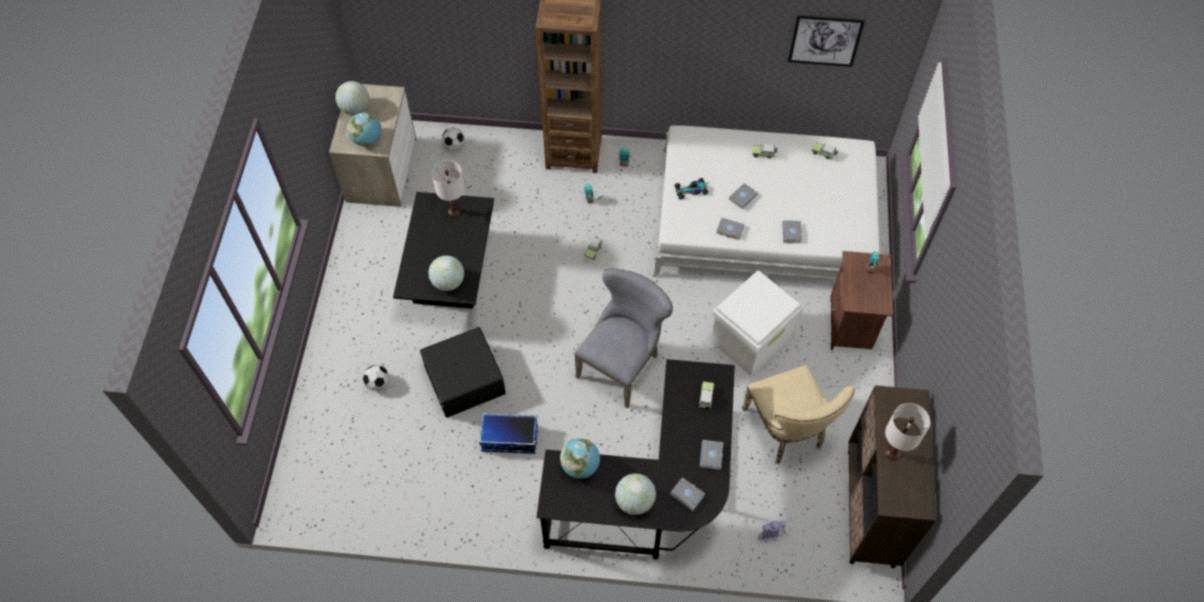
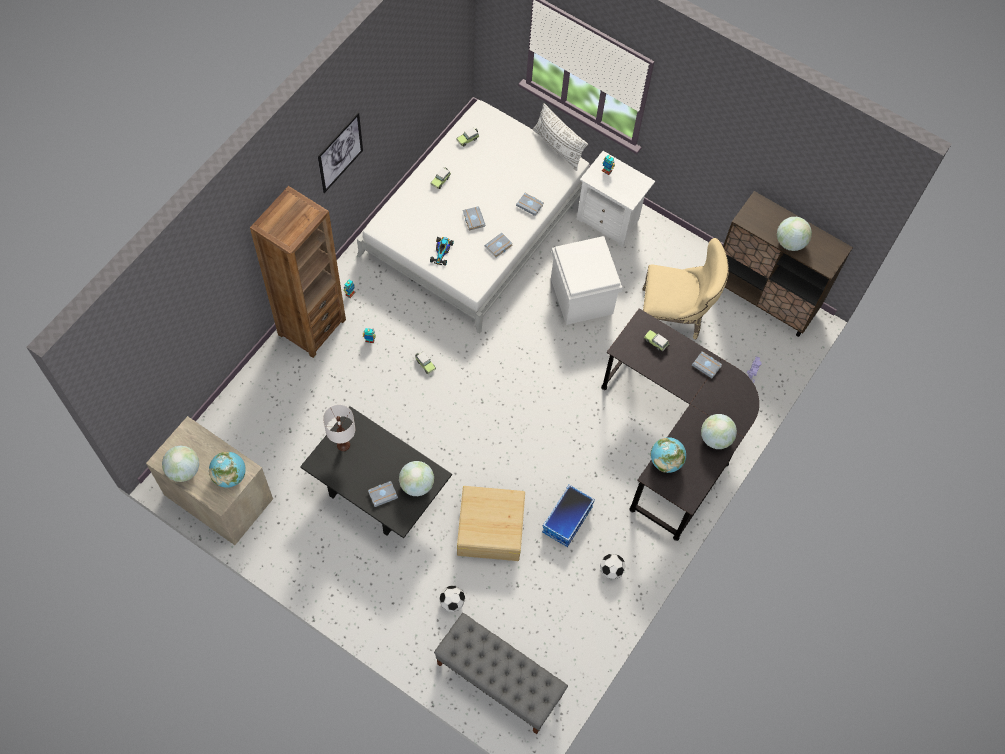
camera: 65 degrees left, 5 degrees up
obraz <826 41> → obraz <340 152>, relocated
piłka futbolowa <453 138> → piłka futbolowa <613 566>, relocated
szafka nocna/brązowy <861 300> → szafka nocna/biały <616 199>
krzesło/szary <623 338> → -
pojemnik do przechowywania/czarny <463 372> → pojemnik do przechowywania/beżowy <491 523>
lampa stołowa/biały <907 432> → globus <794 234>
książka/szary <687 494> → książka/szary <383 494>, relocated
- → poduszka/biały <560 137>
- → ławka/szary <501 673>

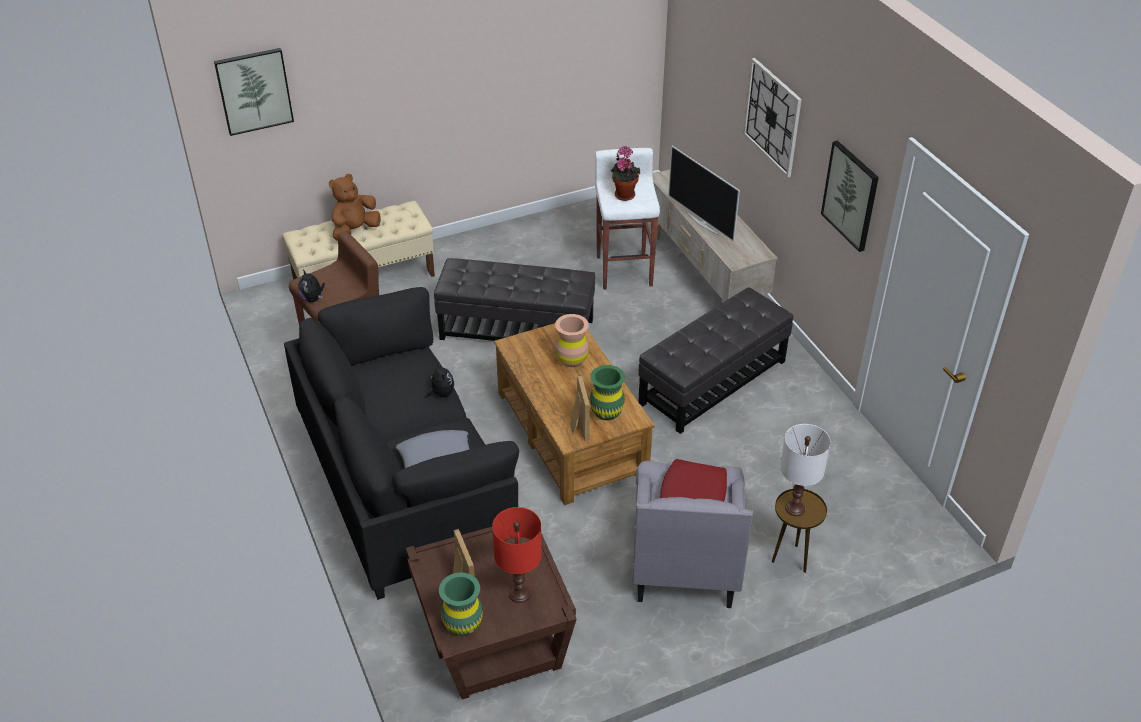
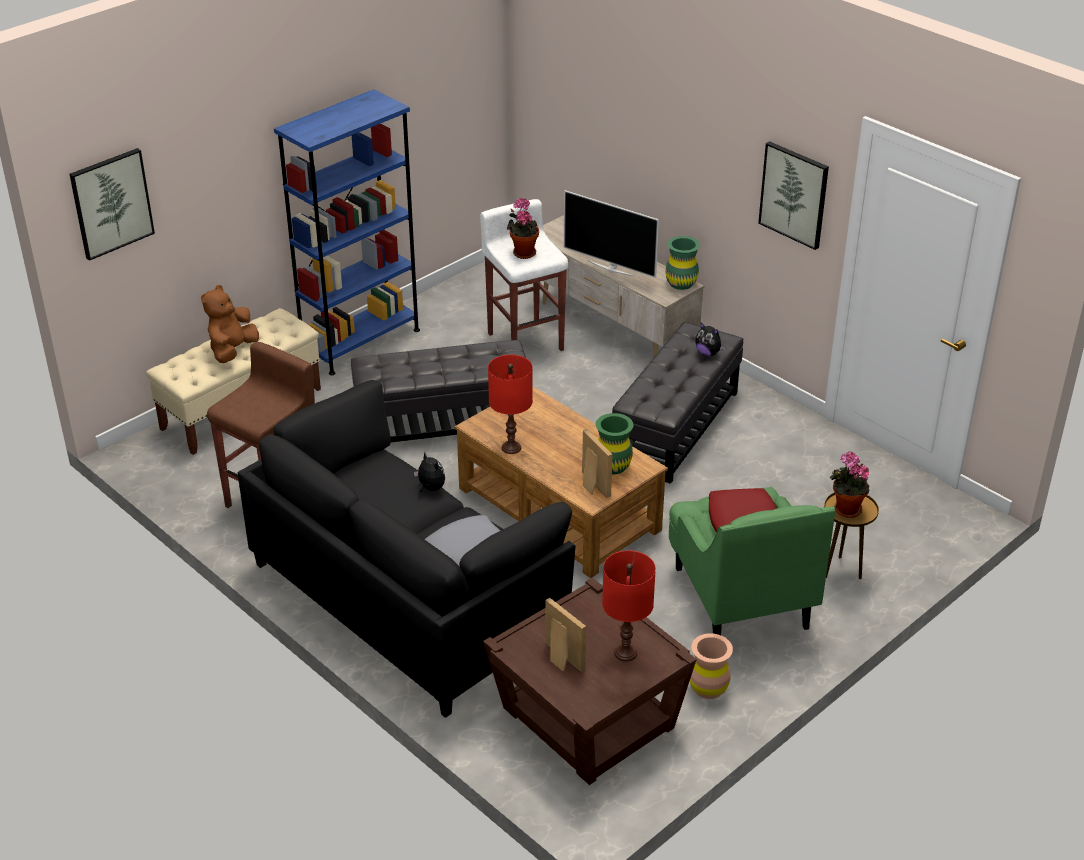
camera: 20 degrees left, 5 degrees down
zegar ścienny <772 118> → -
pluszak <311 285> → pluszak <710 339>, relocated
wazon/brązowy <572 340> → wazon/brązowy <711 666>, relocated
lampa stołowa/biały <805 470> → roślina doniczkowa <849 485>
fotel/szary <692 534> → fotel/zielony <752 561>
wazon/zielony <461 604> → wazon/zielony <682 263>, relocated
- → regał/niebieski <347 232>
- → lampa stołowa/czerwony <510 404>

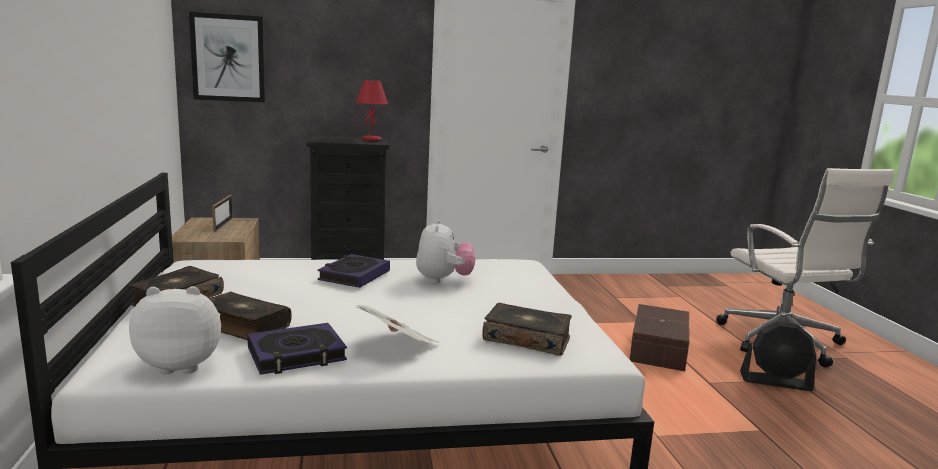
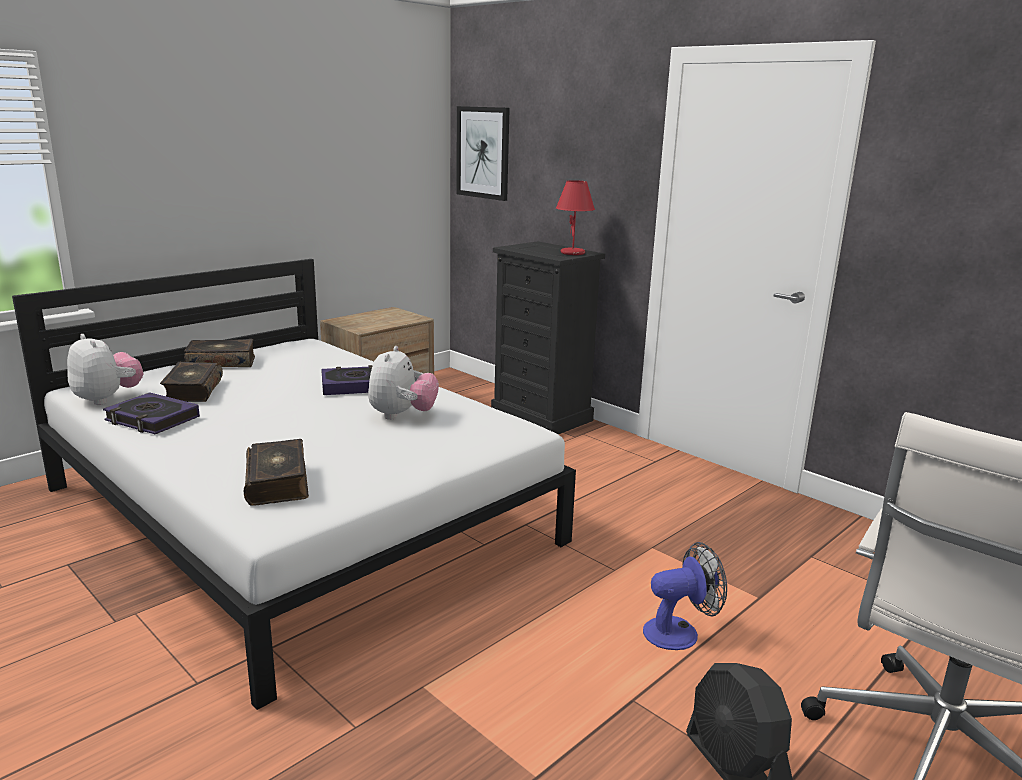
camera: 55 degrees right, 5 degrees up
ramka na zdjęcie <222 213> → -
pluszak <446 251> → pluszak <403 383>, 45 degrees counterclockwise
pojemnik do przechowywania/brązowy <659 337> → wentylator <685 596>
gazeta <397 324> → -

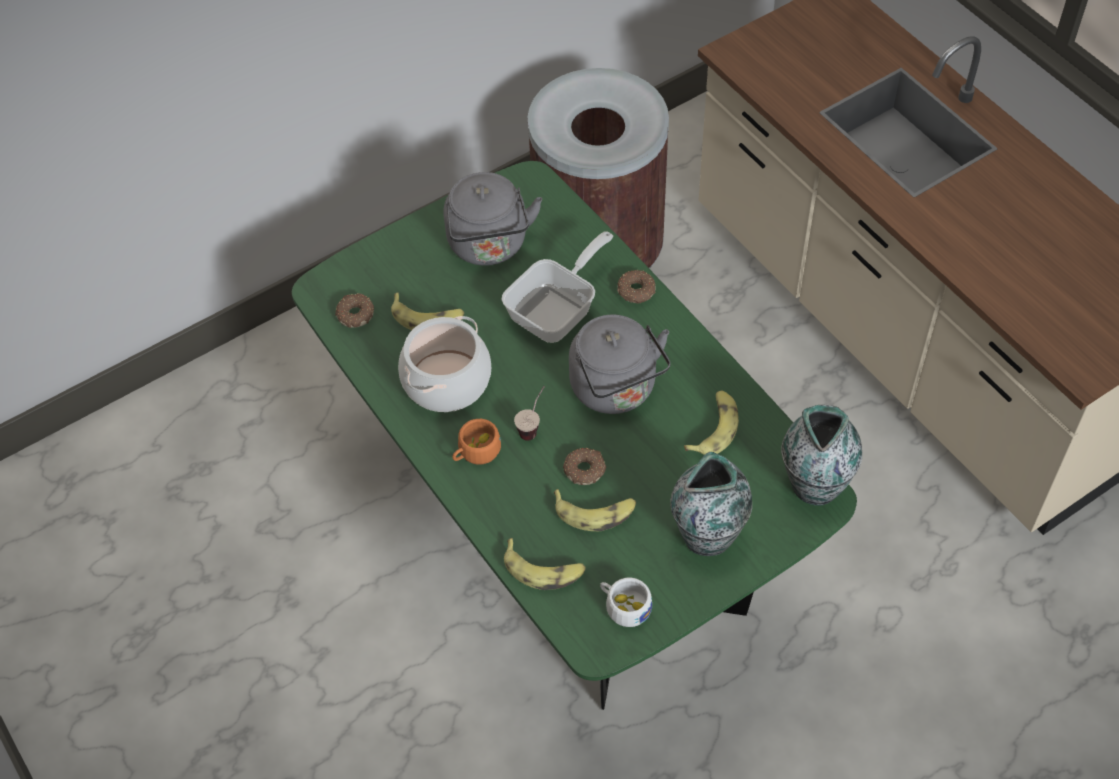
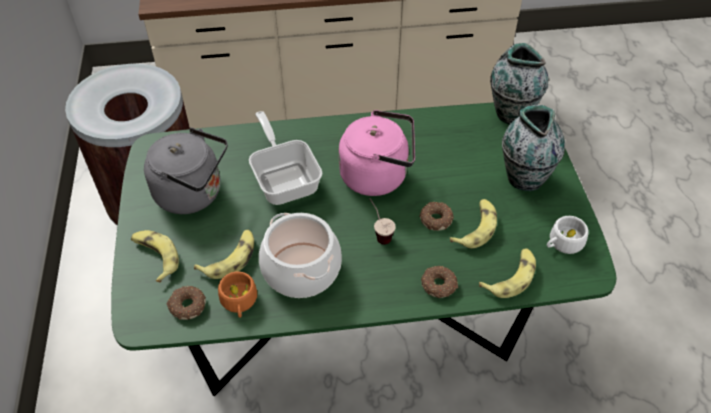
camera: 65 degrees left, 5 degrees down
donut <636 287> → donut <439 282>, relocated
czajnik/szary <620 364> → czajnik/różowy <377 153>
banan <711 423> → banan <155 256>, relocated
filiżanka/pomarańczowy <476 442> → filiżanka/pomarańczowy <237 294>, relocated

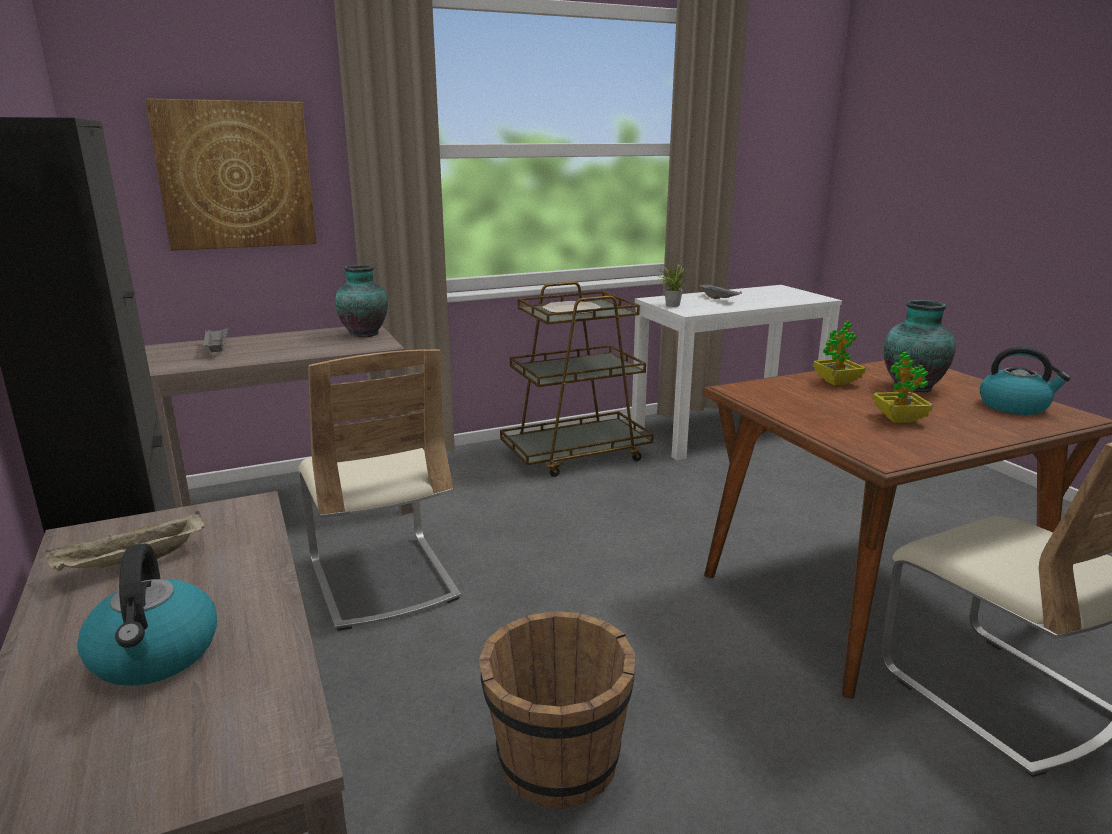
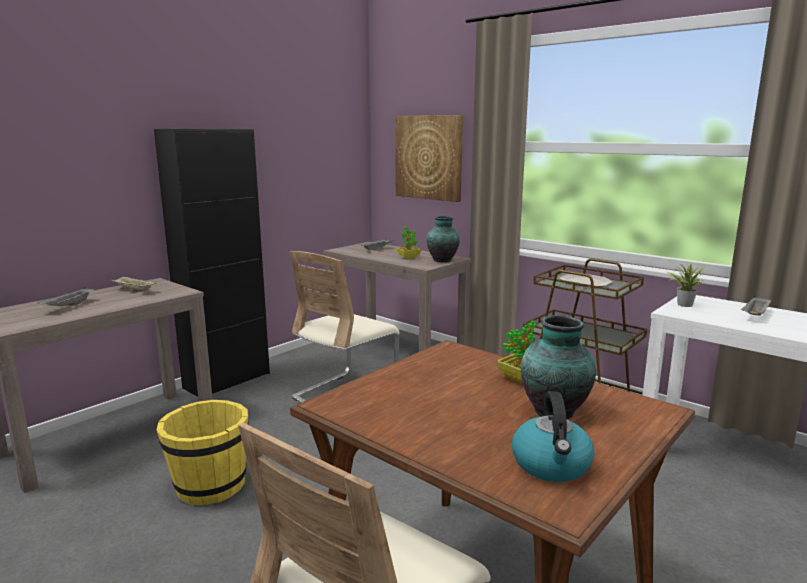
camera: 65 degrees right, 5 degrees down
roślina doniczkowa <902 387> → roślina doniczkowa <409 242>, relocated
czajnik <147 614> → taca/szary <66 296>
wiadro/brązowy <556 710> → wiadro/żółty <202 452>

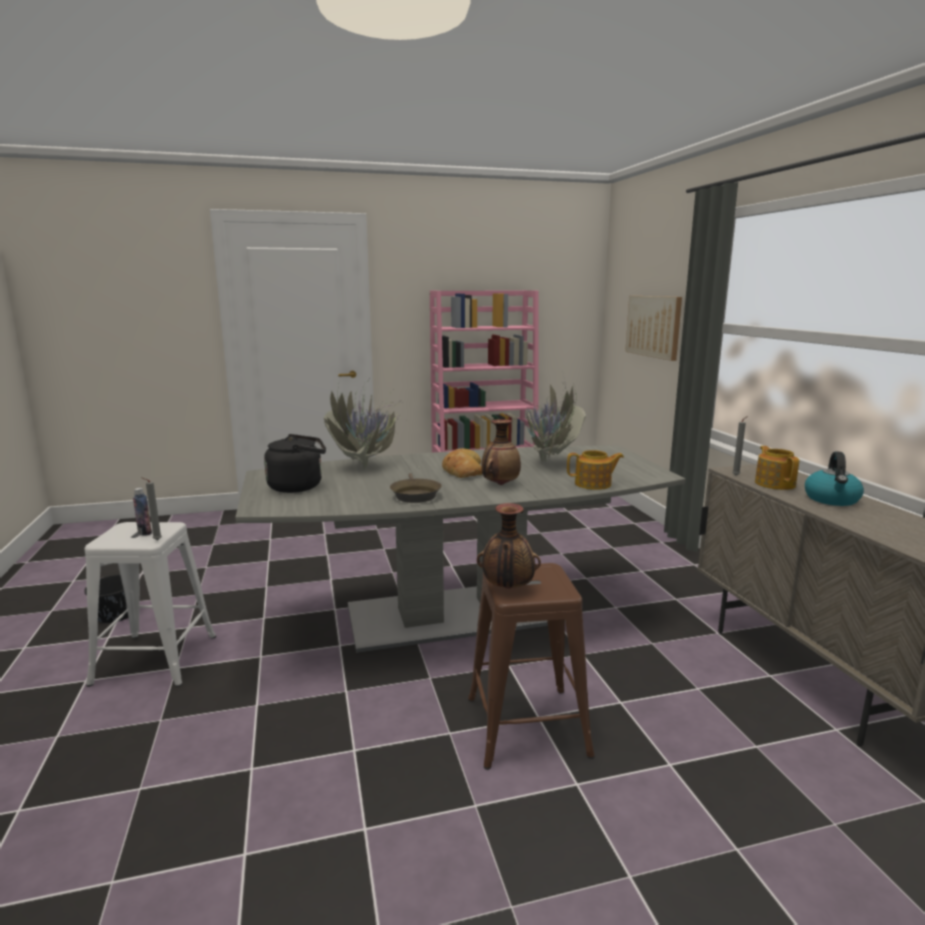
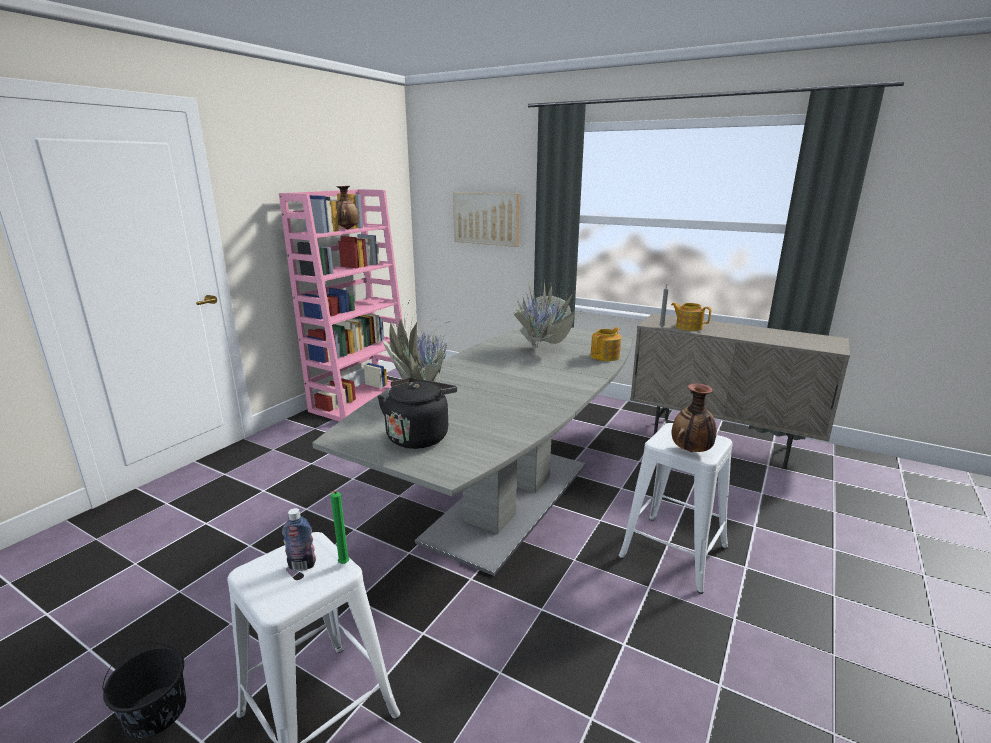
camera: 45 degrees left, 5 degrees up
wazon <501 452> → wazon <347 207>, relocated
chleb <462 463> → -
czajnik <834 478> → -
patelnia/brązowy <416 488> → -
świeca/szary <151 508> → świeca/zielony <339 527>
stołek/brązowy <531 666> → stołek/biały <675 508>

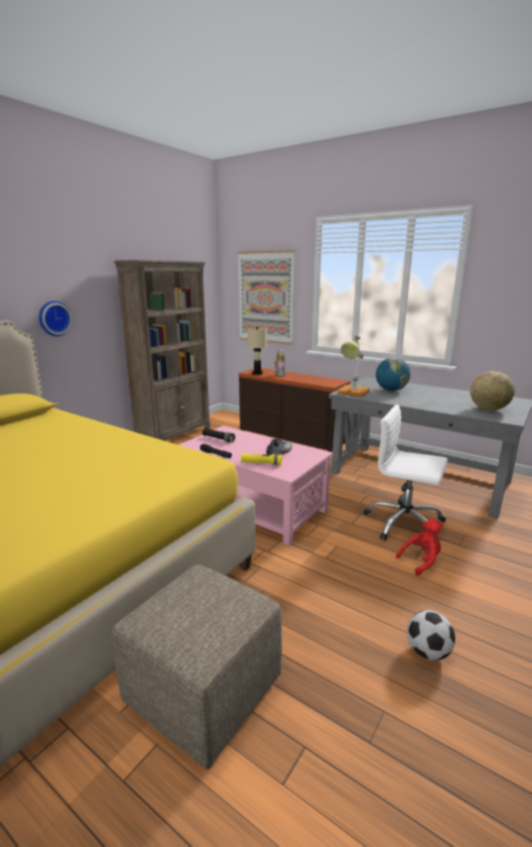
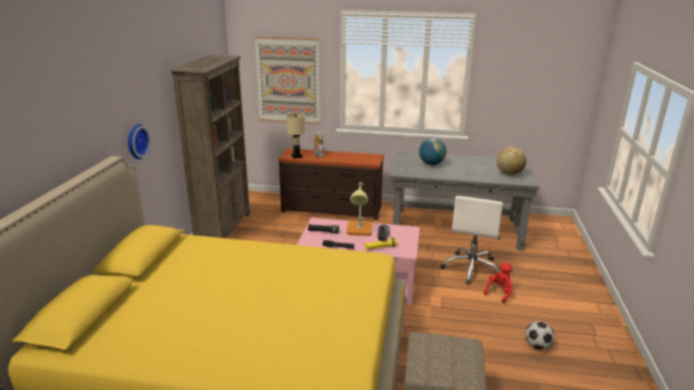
camera: 25 degrees left, 5 degrees up
lampa stołowa <354 366> → lampa stołowa <359 209>, relocated
krzesło biurowe/biały <405 473> → krzesło biurowe/biały <471 240>, 75 degrees counterclockwise

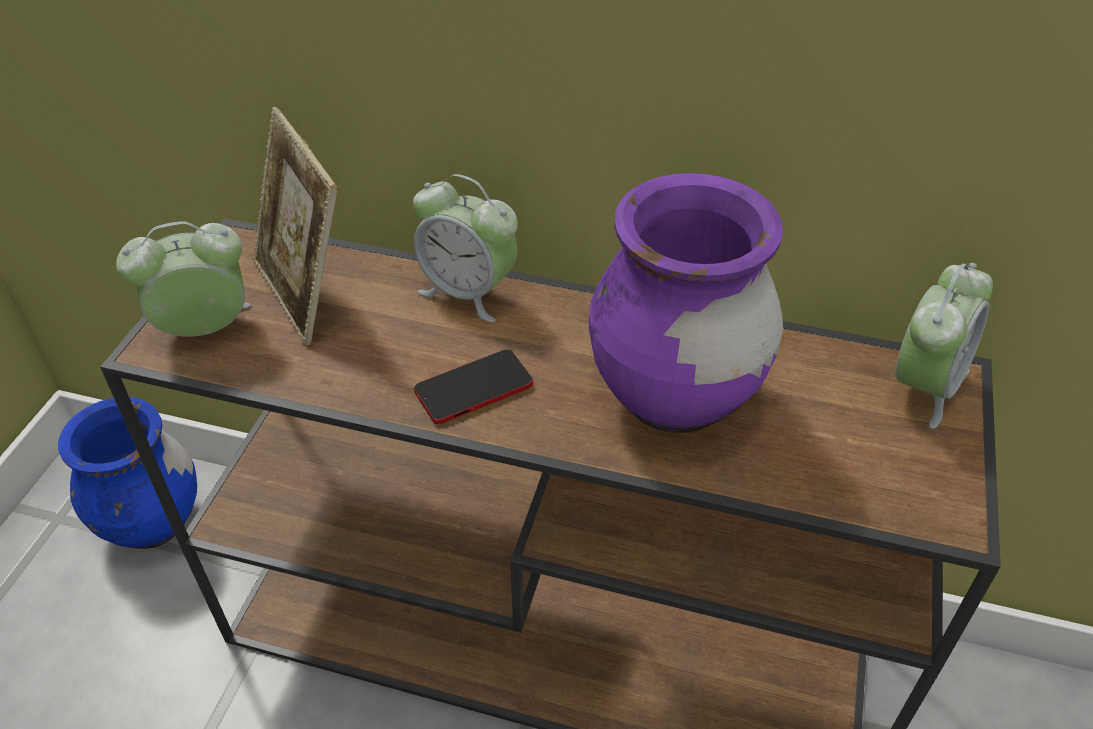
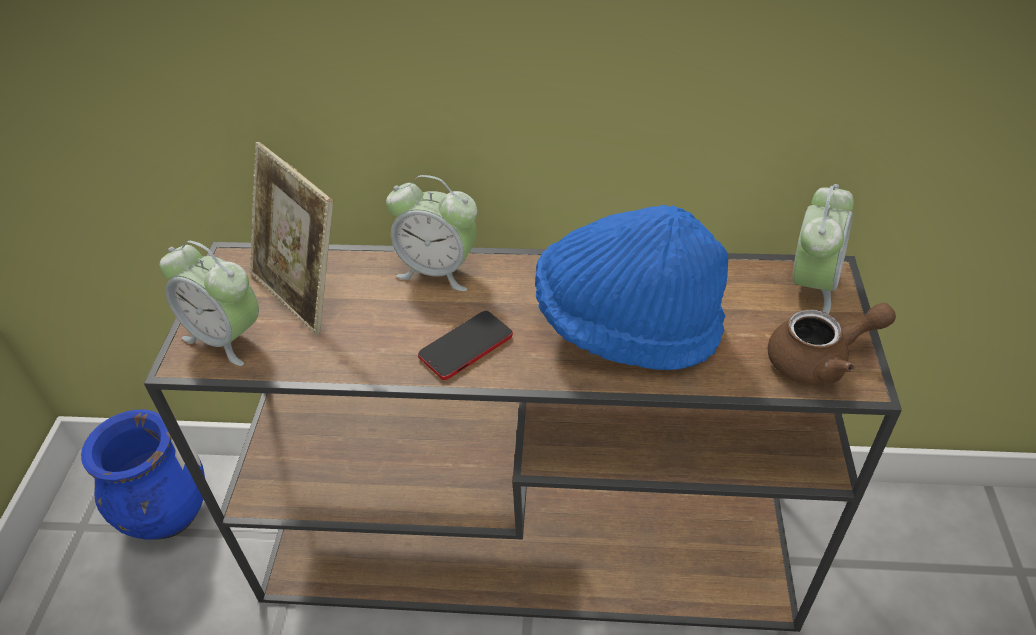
camera: 10 degrees left, 0 degrees up
wazon/fioletowy <686 303> → kapelusz/niebieski <631 287>
budzik <183 279> → budzik <209 303>, 120 degrees counterclockwise
- → imbryk/brązowy <832 343>

